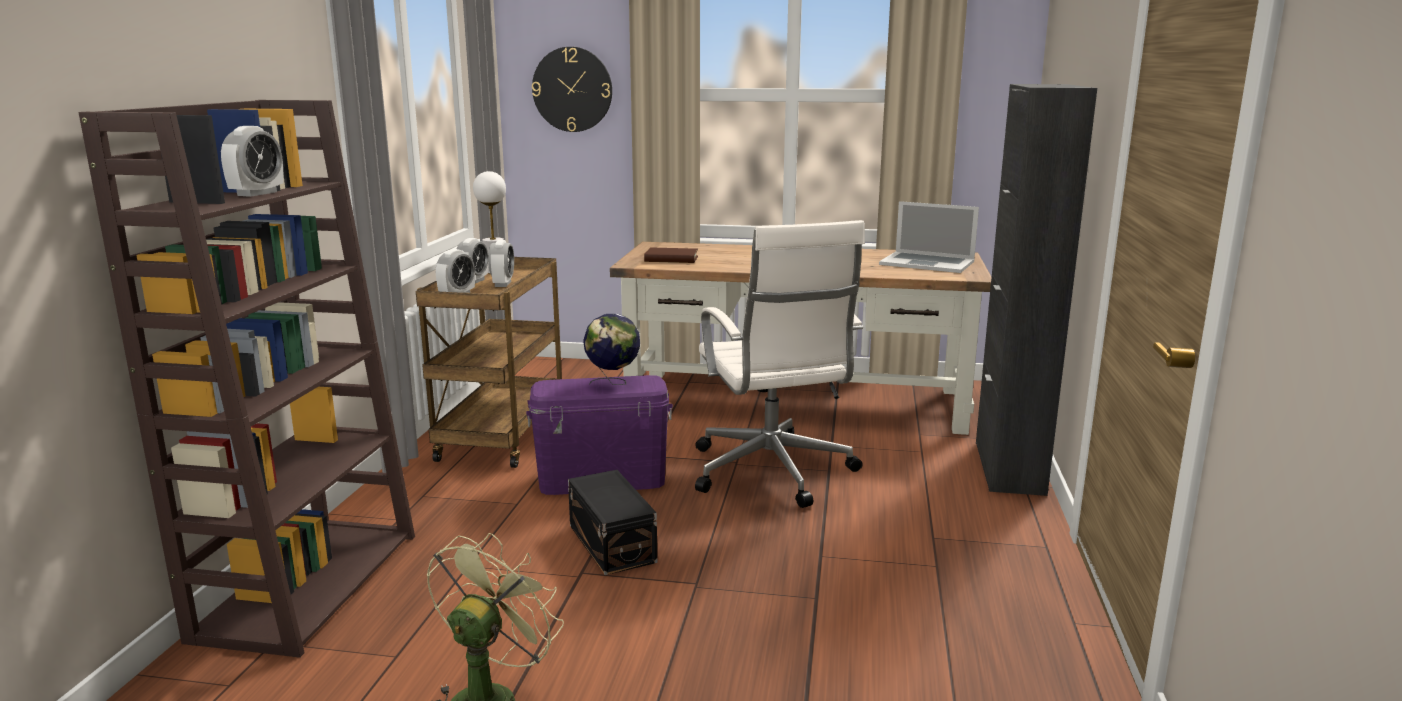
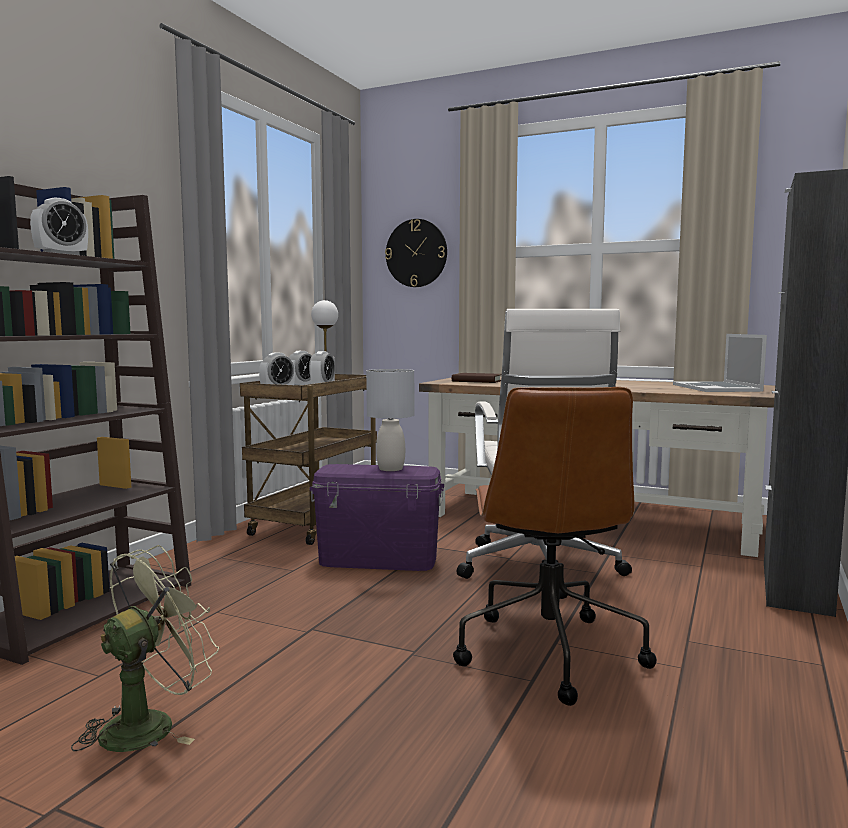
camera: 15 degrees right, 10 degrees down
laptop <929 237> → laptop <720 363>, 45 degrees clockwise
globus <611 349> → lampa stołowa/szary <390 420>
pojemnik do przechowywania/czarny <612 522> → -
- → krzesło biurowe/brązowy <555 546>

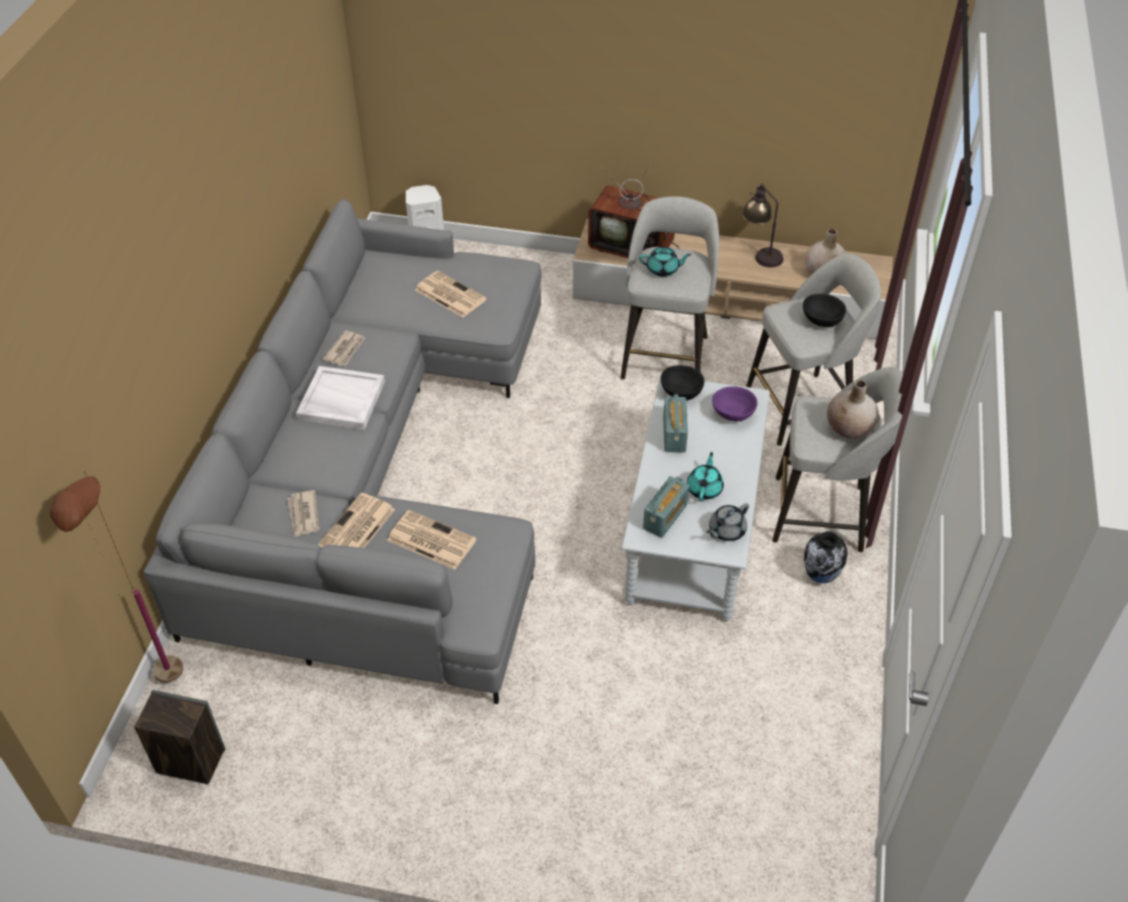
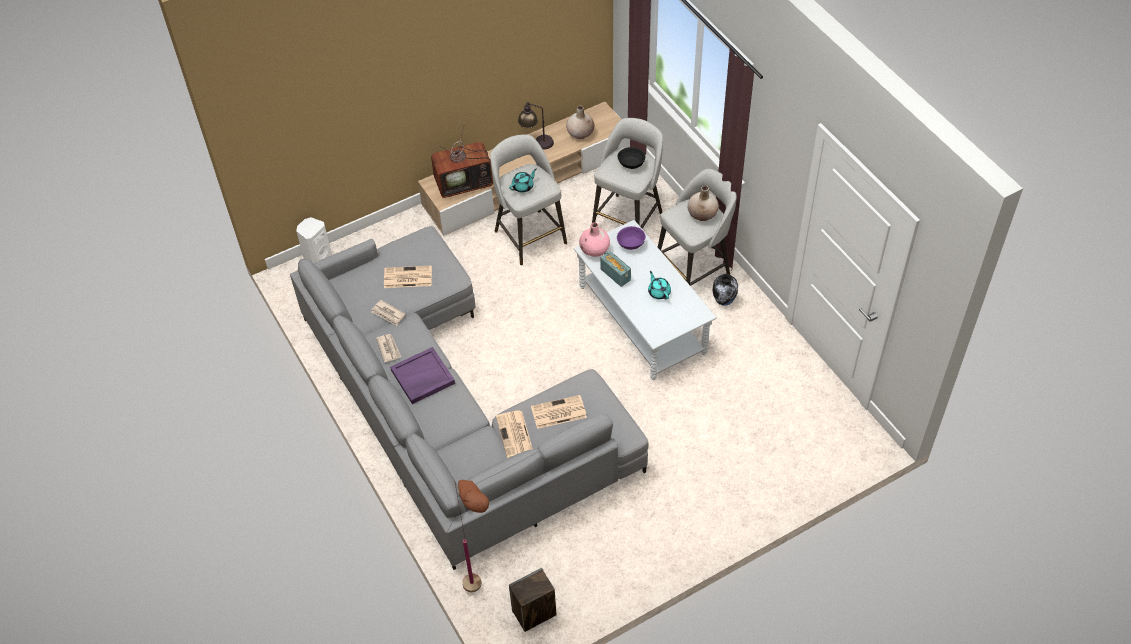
camera: 40 degrees left, 5 degrees up
miska/czarny <683 382> → wazon/różowy <594 239>
taca/biały <340 398> → taca/fioletowy <422 375>
radio <666 507> → -
gazeta <303 513> → gazeta <388 313>, relocated
imbryk/szary <728 522> → -

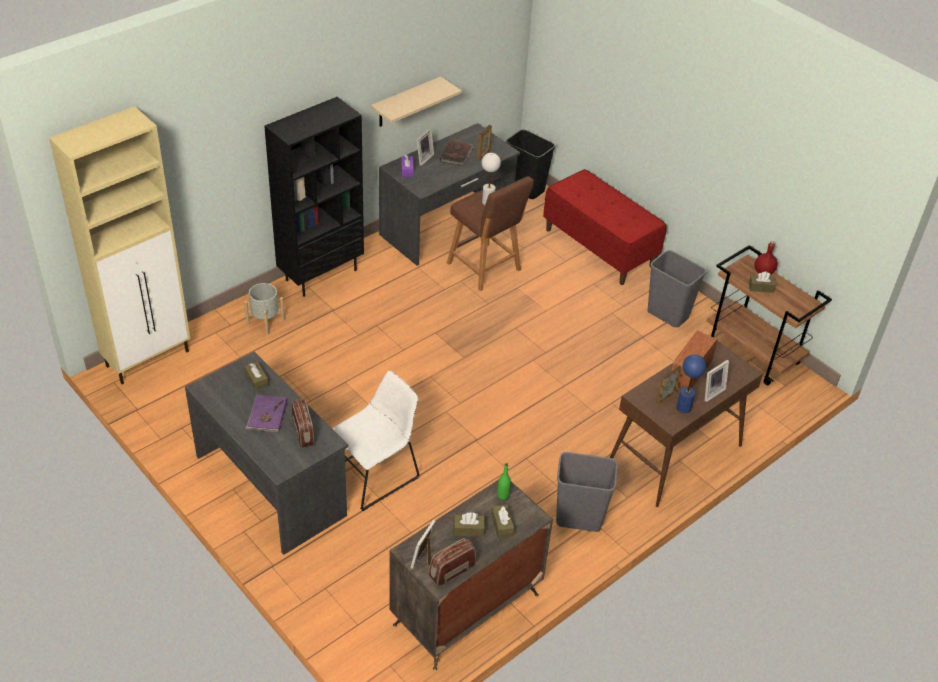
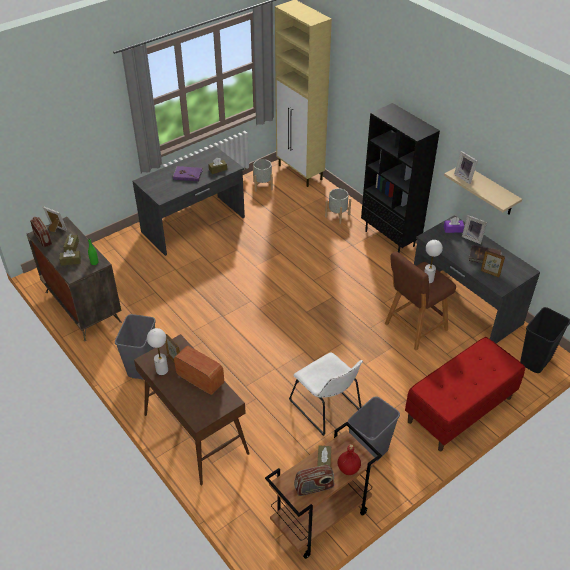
camera: 95 degrees right, 0 degrees up
lampa stołowa/niebieski <691 383> → lampa stołowa/biały <157 351>
ramka na zdjęcie <717 381> → ramka na zdjęcie <466 167>, relocated
krzesło/biały <376 441> → krzesło/biały <326 394>, relocated
radio <302 423> → radio <314 480>, relocated
- → donica/szary <263 175>

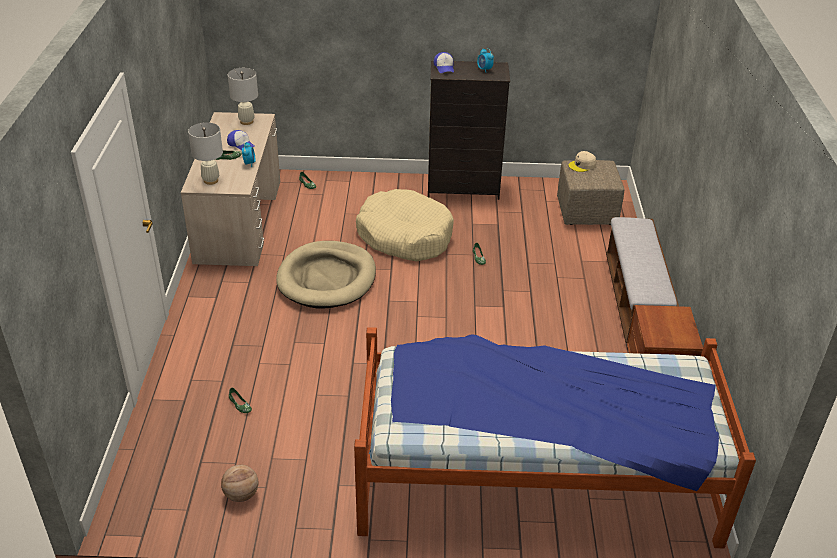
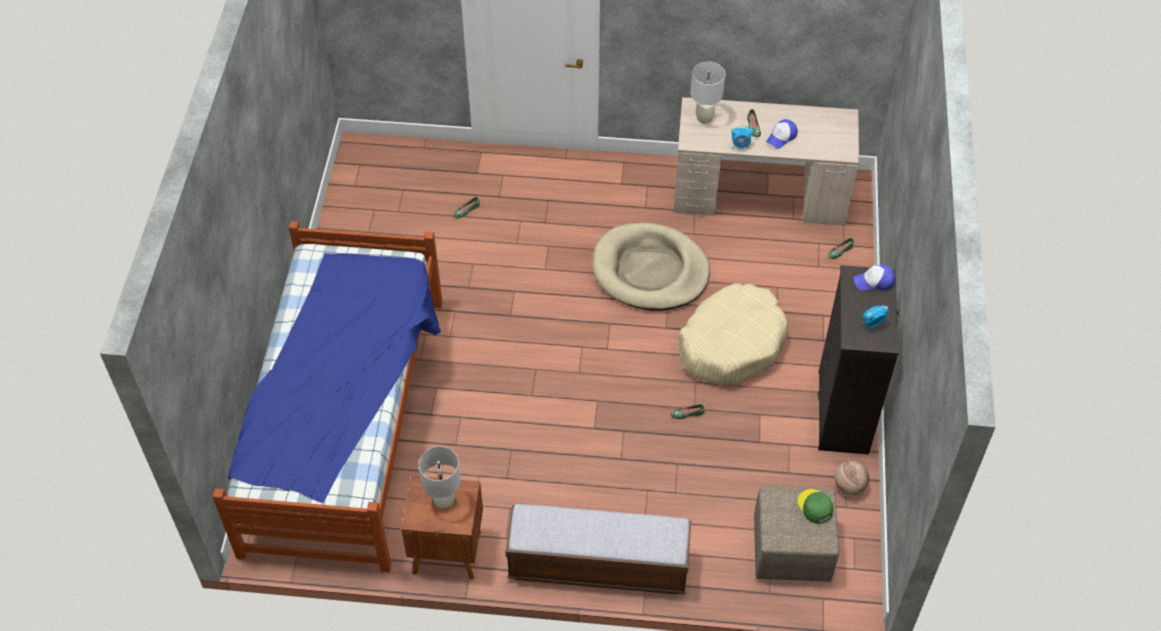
camera: 95 degrees right, 15 degrees up
lampa stołowa/biały <243 96> → lampa stołowa/biały <440 478>, relocated
czapka z daszkiem/beżowy <582 161> → czapka z daszkiem/zielony <816 506>
piłka do koszykówki <239 483> → piłka do koszykówki <851 478>, relocated

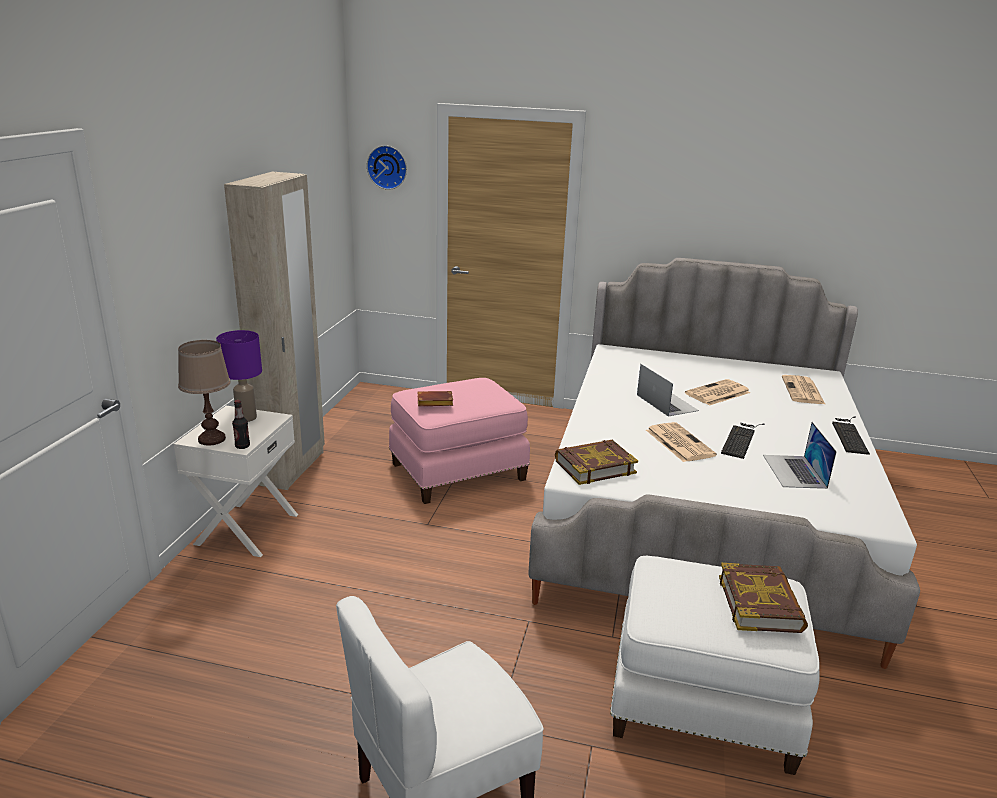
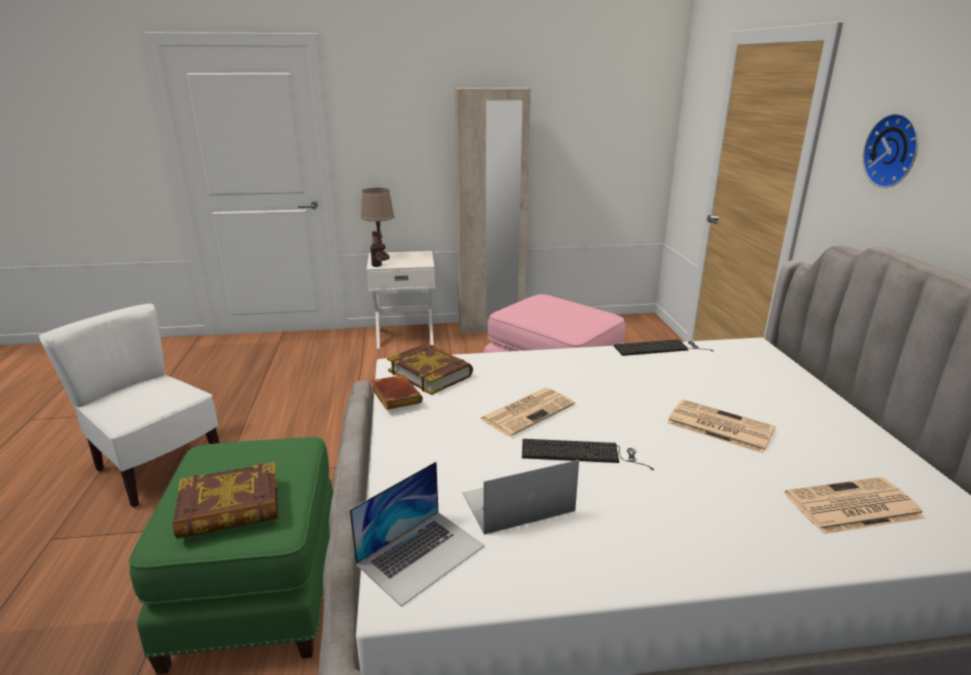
camera: 70 degrees right, 0 degrees up
zegar ścienny <387 167> → zegar ścienny <890 150>, relocated
lampa stołowa/fioletowy <239 376> → -
laptop <668 390> → laptop <417 534>, relocated
książka/brązowy <435 398> → książka/brązowy <397 392>, relocated
klawiatura <851 435> → klawiatura <663 347>, relocated
pufa/biały <715 665> → pufa/zielony <231 556>

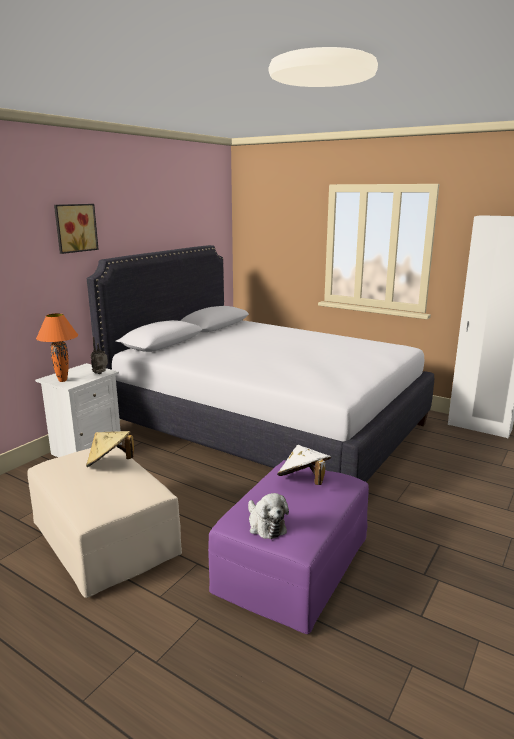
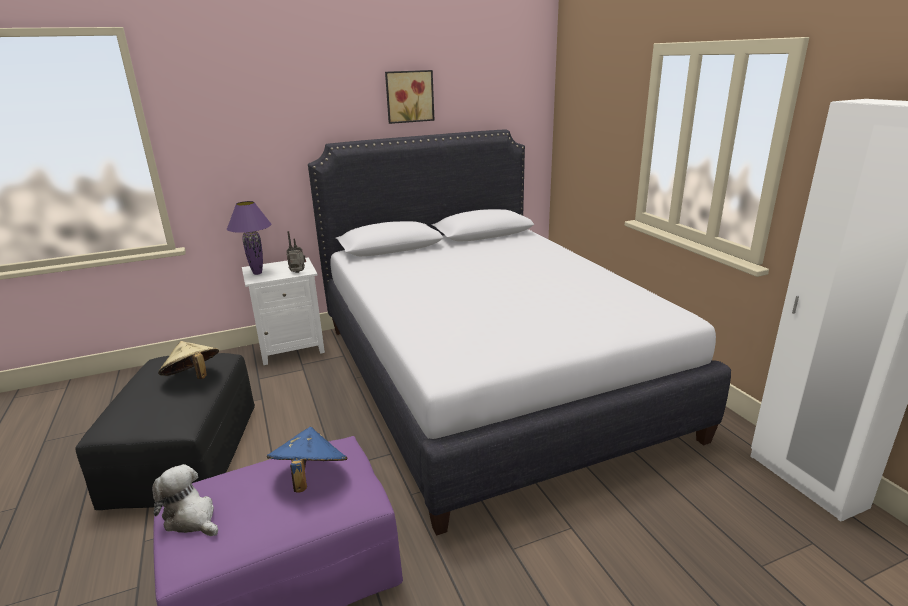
camera: 35 degrees right, 5 degrees up
obraz <76 229> → obraz <410 97>, relocated
lampa stołowa/pomarańczowy <57 347> → lampa stołowa/fioletowy <249 238>
kapelusz/biały <304 465> → kapelusz/niebieski <307 460>
pufa/beżowy <104 522> → pufa/czarny <165 431>
pluszak <268 516> → pluszak <185 500>, 120 degrees clockwise

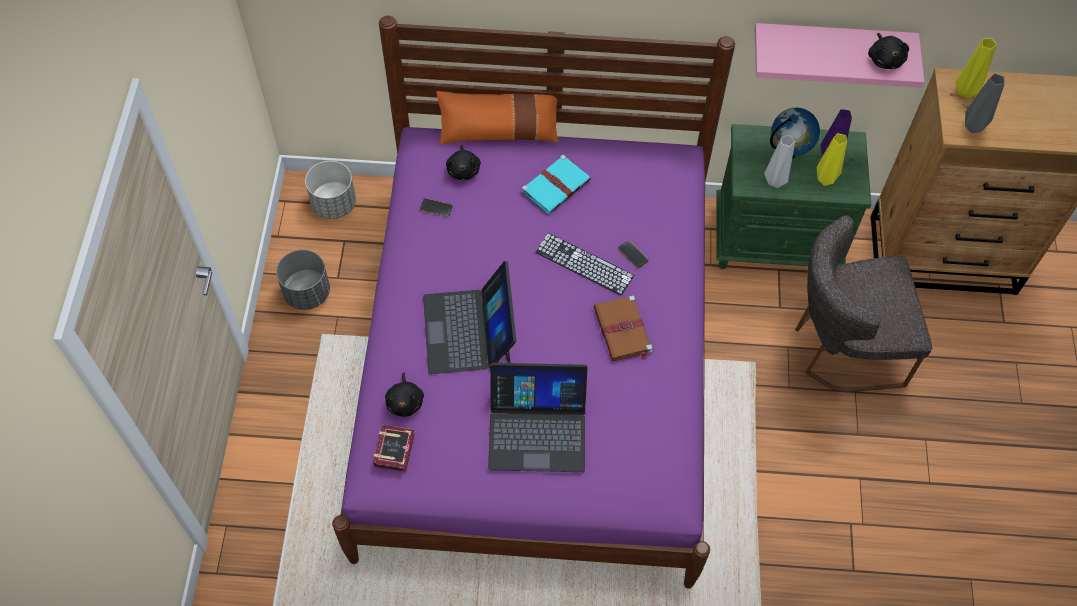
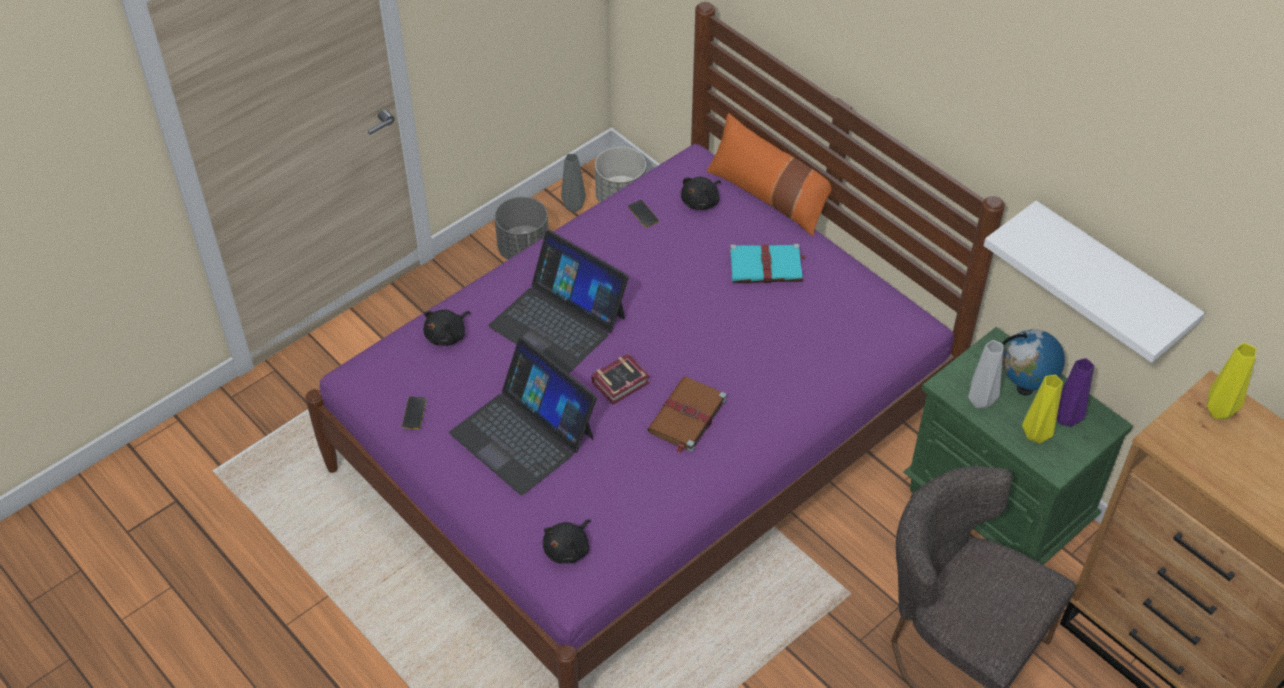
camera: 45 degrees right, 10 degrees down
półka/różowy <839 55> → półka/biały <1094 282>
pluszak/czarny <888 51> → pluszak/czarny <566 541>, relocated
wazon/szary <985 103> → wazon/szary <573 183>, relocated
klawiatura <584 264> → -
telefon <633 255> → telefon <414 413>, relocated
laptop <469 317> → laptop <558 302>, 90 degrees counterclockwise
książka <394 448> → książka <620 379>, relocated

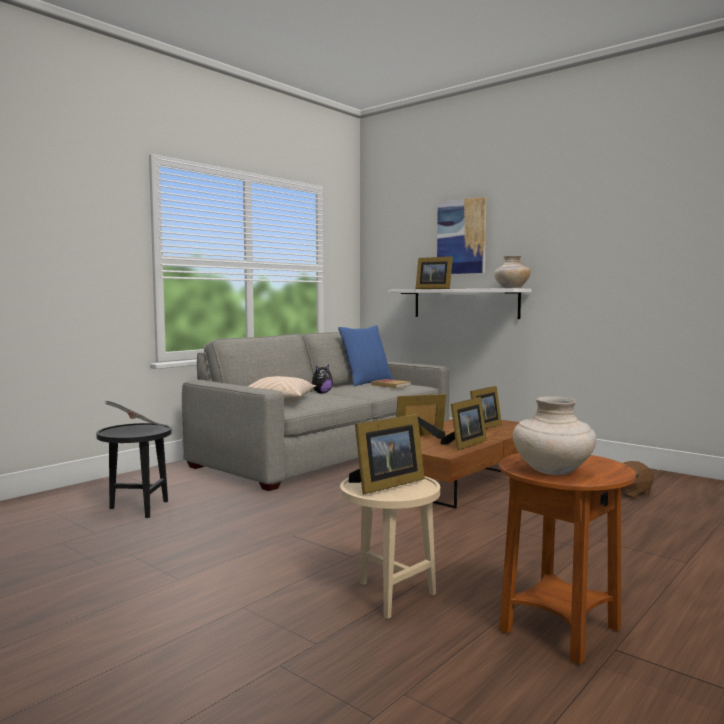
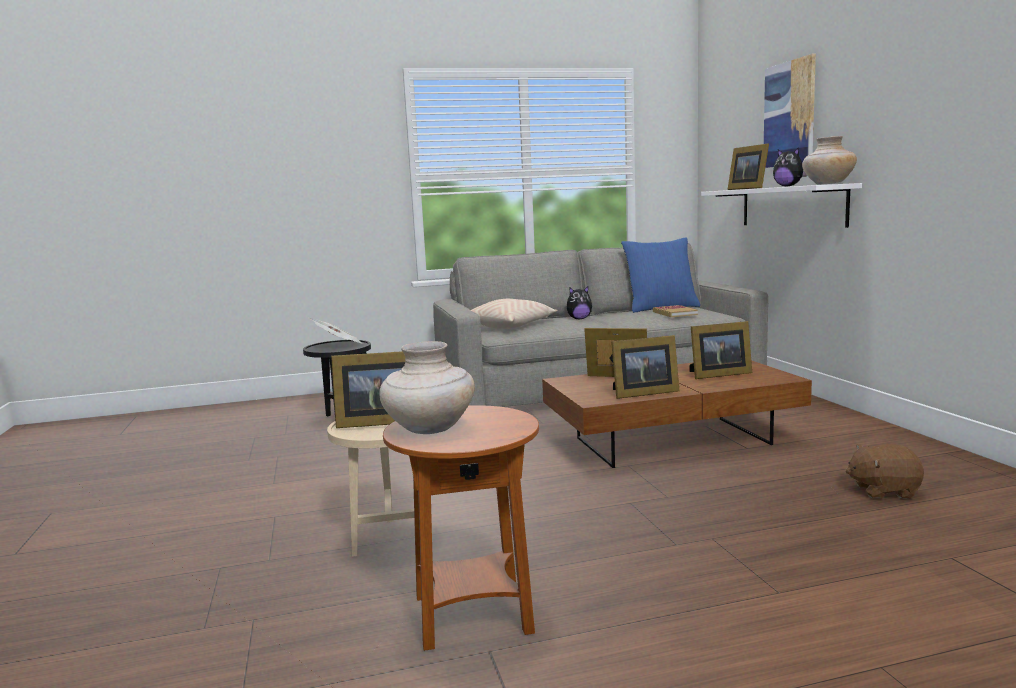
camera: 35 degrees right, 5 degrees up
- → pluszak <790 167>

